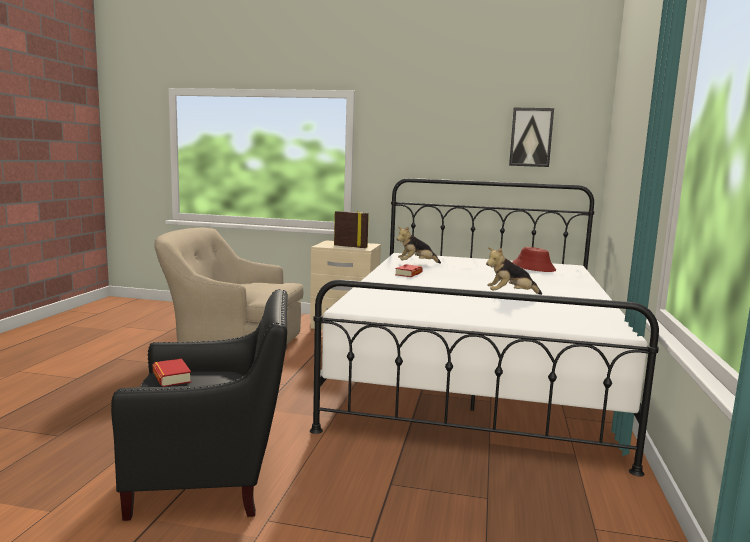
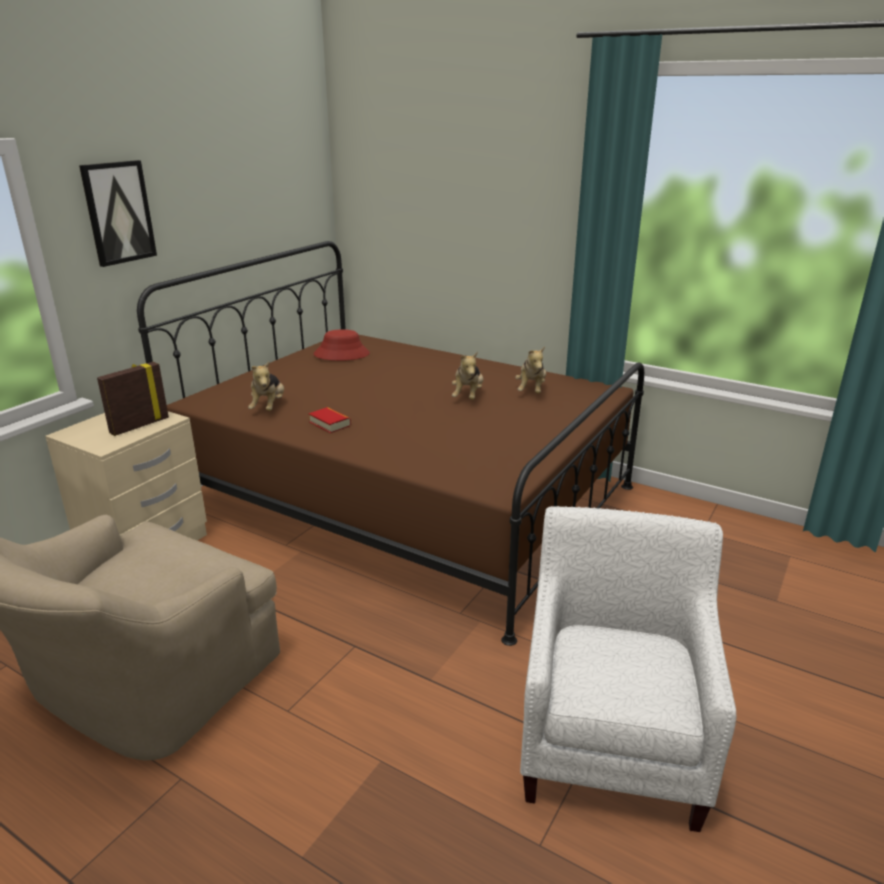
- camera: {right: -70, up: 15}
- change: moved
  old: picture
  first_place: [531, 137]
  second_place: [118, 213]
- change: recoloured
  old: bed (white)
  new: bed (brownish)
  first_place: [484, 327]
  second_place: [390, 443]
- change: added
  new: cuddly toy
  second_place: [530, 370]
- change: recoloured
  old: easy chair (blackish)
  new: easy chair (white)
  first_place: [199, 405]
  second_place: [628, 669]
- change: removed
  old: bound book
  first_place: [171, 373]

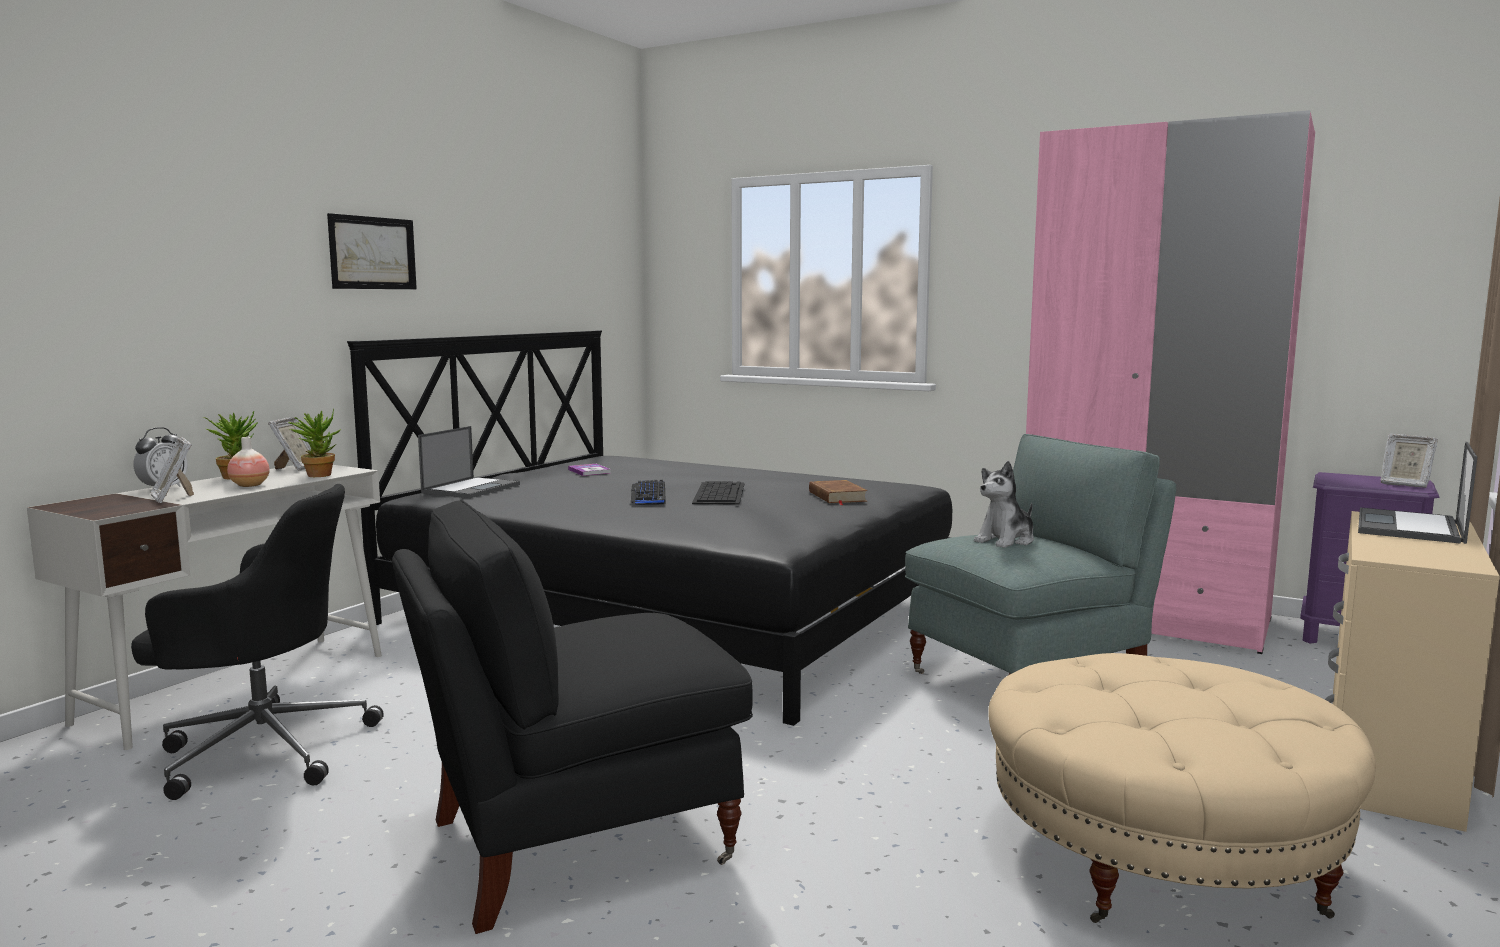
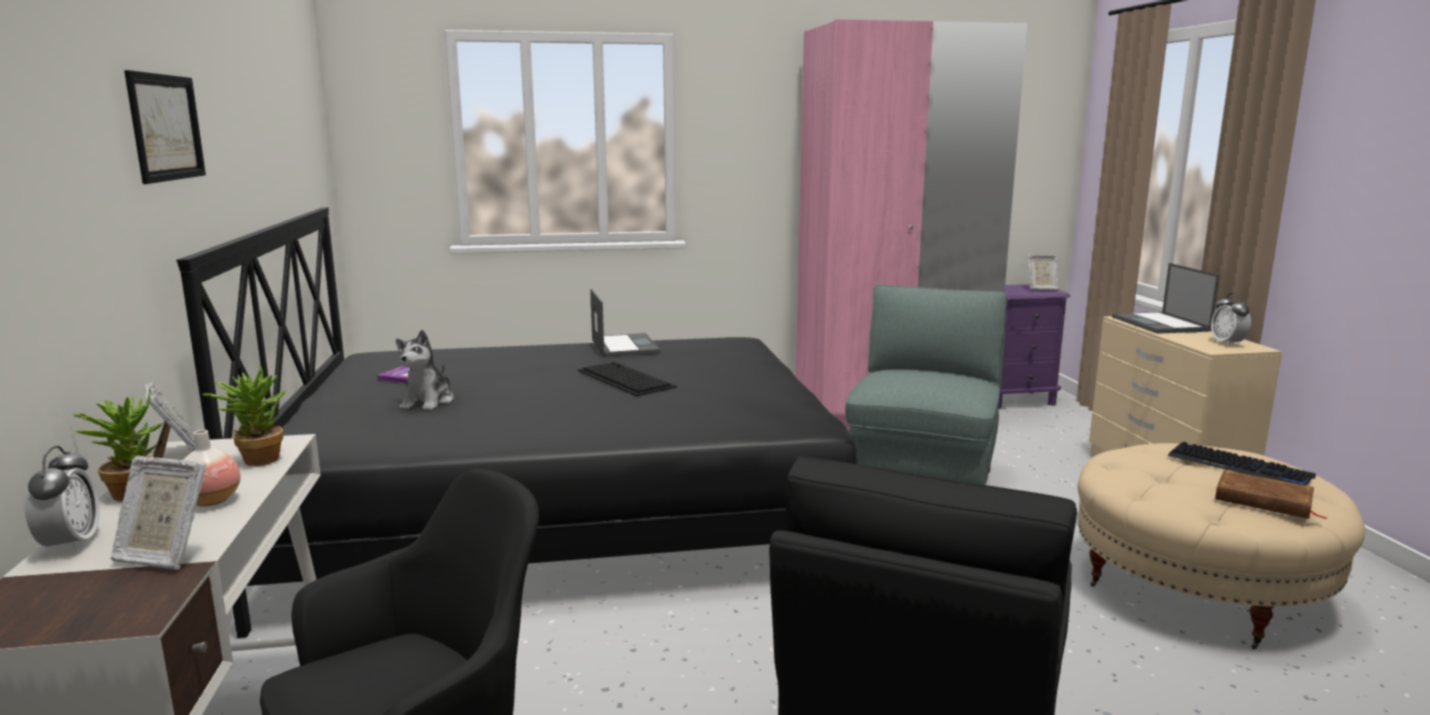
- camera: {right: -40, up: 5}
- change: moved
  old: cuddly toy
  first_place: [1004, 504]
  second_place: [425, 370]
- change: moved
  old: portable computer
  first_place: [469, 462]
  second_place: [625, 323]
- change: moved
  old: computer keyboard
  first_place: [648, 492]
  second_place: [1242, 464]
- change: added
  new: table clock
  second_place: [1231, 319]
- change: moved
  old: bound book (brownish)
  first_place: [838, 492]
  second_place: [1270, 494]

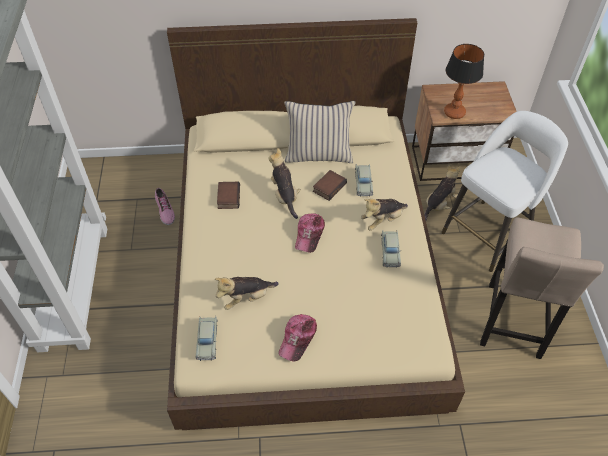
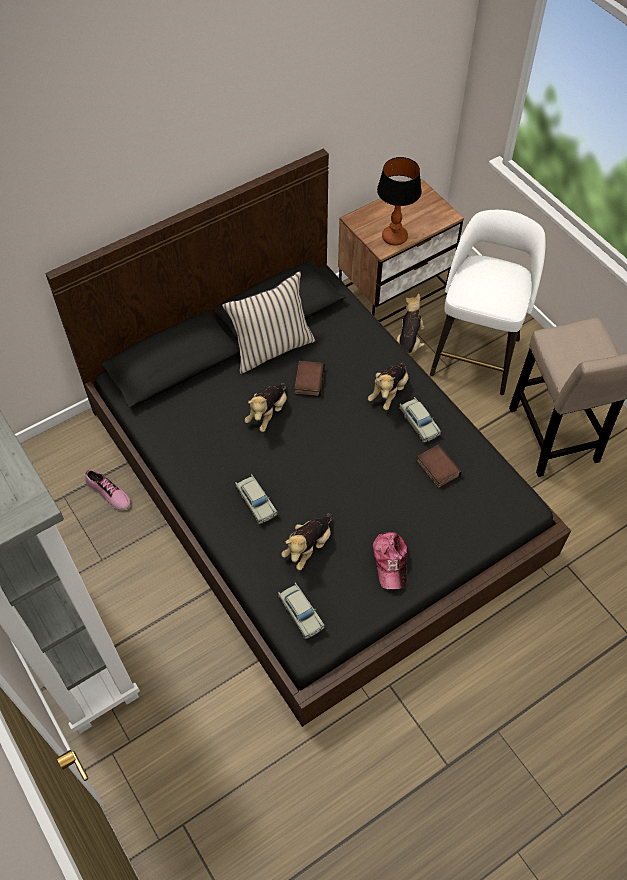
- camera: {right: -30, up: 5}
- change: recoloured
  old: bed (beige-coloured)
  new: bed (blackish)
  first_place: [316, 224]
  second_place: [308, 437]
- change: moved
  old: miniature car (beige-coloured)
  first_place: [364, 180]
  second_place: [256, 499]
- change: turned
  old: cuddly toy
  first_place: [284, 183]
  second_place: [266, 407]
  degrees: -105
- change: moved
  old: bound book
  first_place: [228, 195]
  second_place: [439, 466]
- change: removed
  old: baseball cap
  first_place: [310, 233]

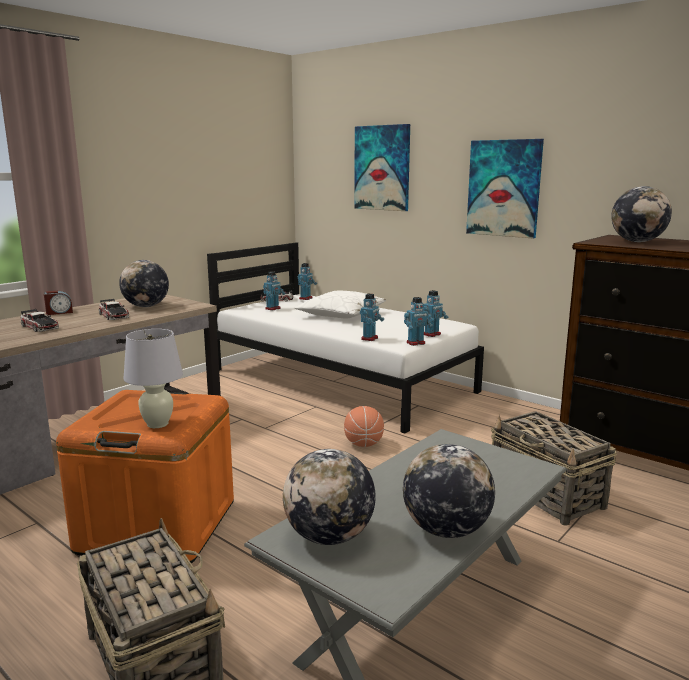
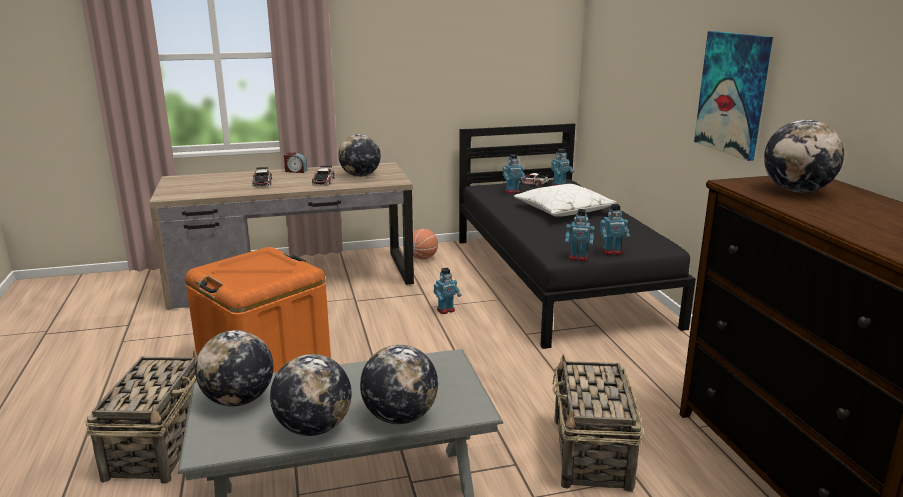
- camera: {right: 35, up: 5}
- change: added
  new: world globe
  second_place: [399, 384]
- change: moved
  old: basketball ball
  first_place: [364, 426]
  second_place: [425, 244]
- change: moved
  old: robot figure
  first_place: [372, 317]
  second_place: [447, 291]
- change: recoloured
  old: bed (white)
  new: bed (blackish)
  first_place: [345, 338]
  second_place: [577, 236]
- change: removed
  old: table lamp (white)
  first_place: [153, 378]
- change: removed
  old: picture
  first_place: [382, 167]

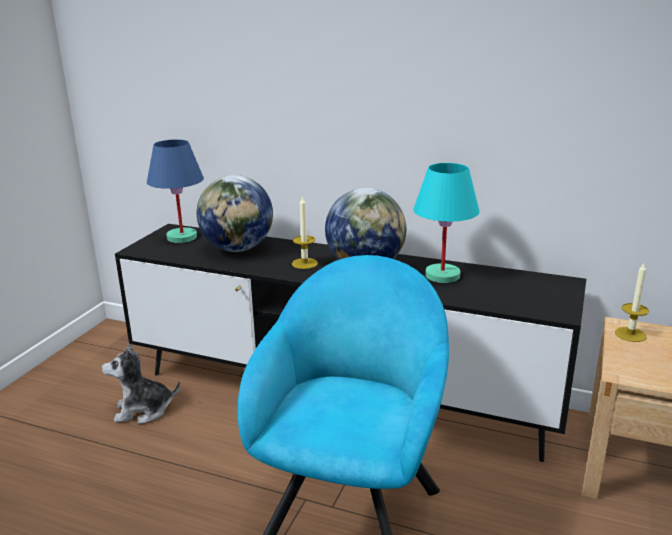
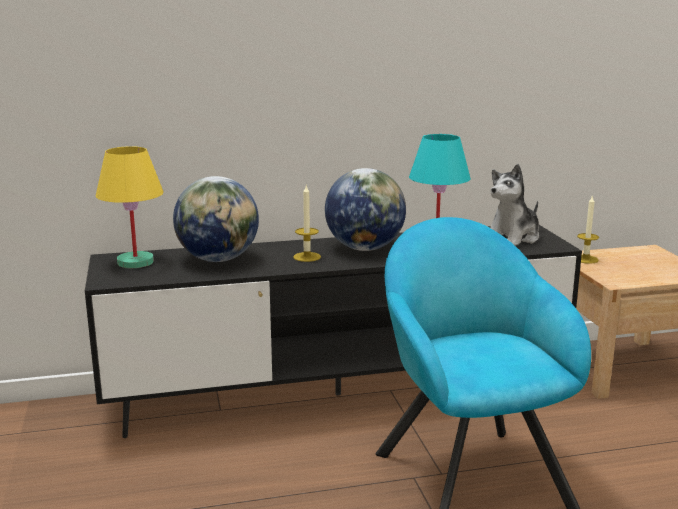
- camera: {right: -35, up: -5}
- change: recoloured
  old: table lamp (bluish)
  new: table lamp (yellow)
  first_place: [175, 191]
  second_place: [129, 207]
- change: moved
  old: cuddly toy
  first_place: [141, 383]
  second_place: [514, 205]

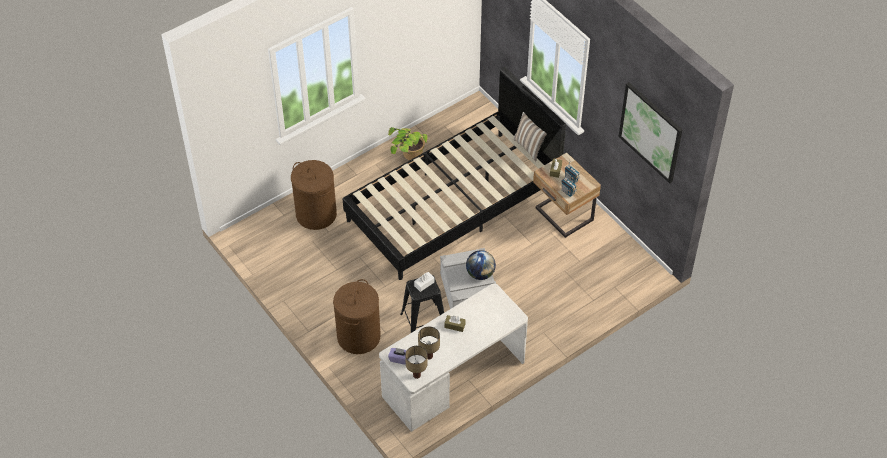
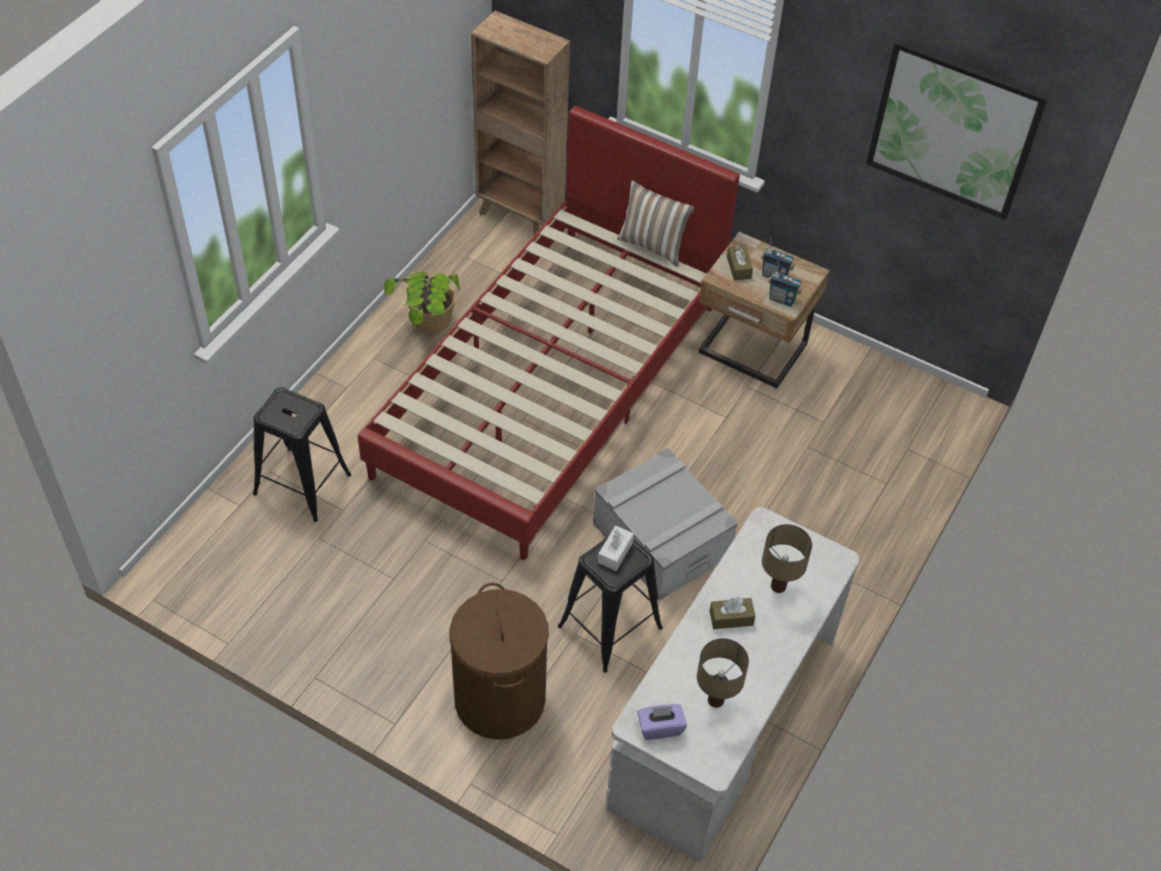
- camera: {right: -25, up: 0}
- change: replaced
  old: laundry basket (brownish)
  new: stool seat (blackish)
  first_place: [314, 195]
  second_place: [302, 454]
- change: recoloured
  old: bed (blackish)
  new: bed (red)
  first_place: [454, 173]
  second_place: [549, 333]
- change: added
  new: shelving unit (brownish)
  second_place: [520, 123]
- change: moved
  old: table lamp
  first_place: [416, 362]
  second_place: [787, 558]
- change: removed
  old: world globe
  first_place: [481, 265]

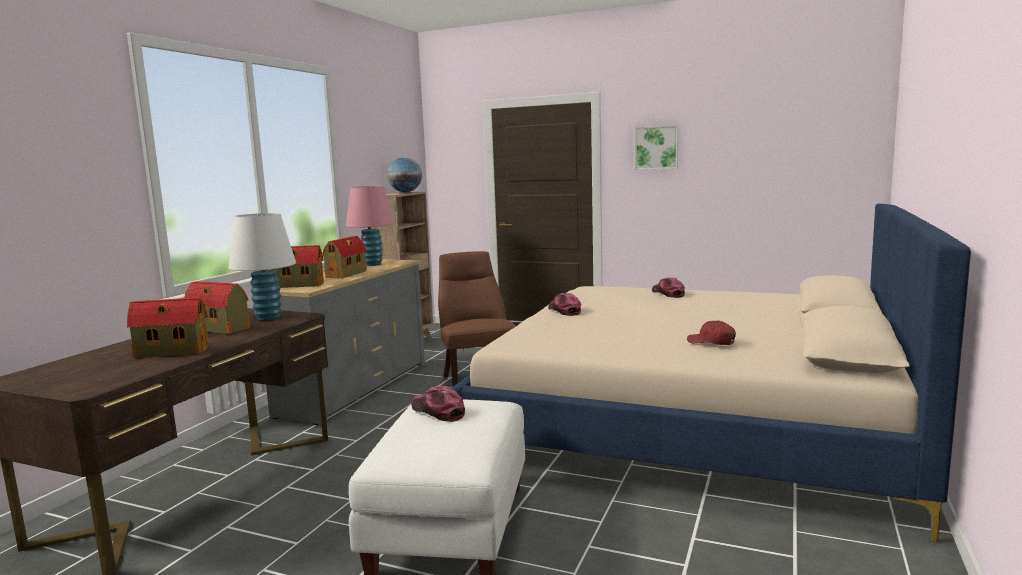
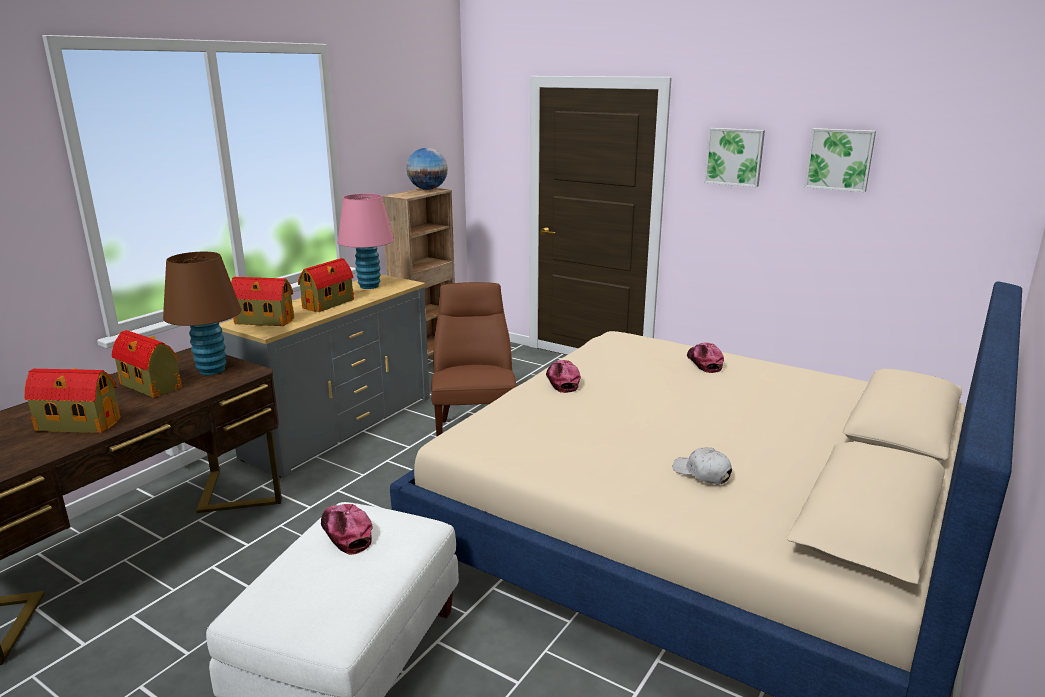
- camera: {right: 10, up: 10}
- change: recoloured
  old: table lamp (white)
  new: table lamp (brownish)
  first_place: [262, 266]
  second_place: [202, 313]
- change: recoloured
  old: baseball cap (red)
  new: baseball cap (white)
  first_place: [711, 332]
  second_place: [702, 466]
- change: added
  new: picture
  second_place: [840, 160]

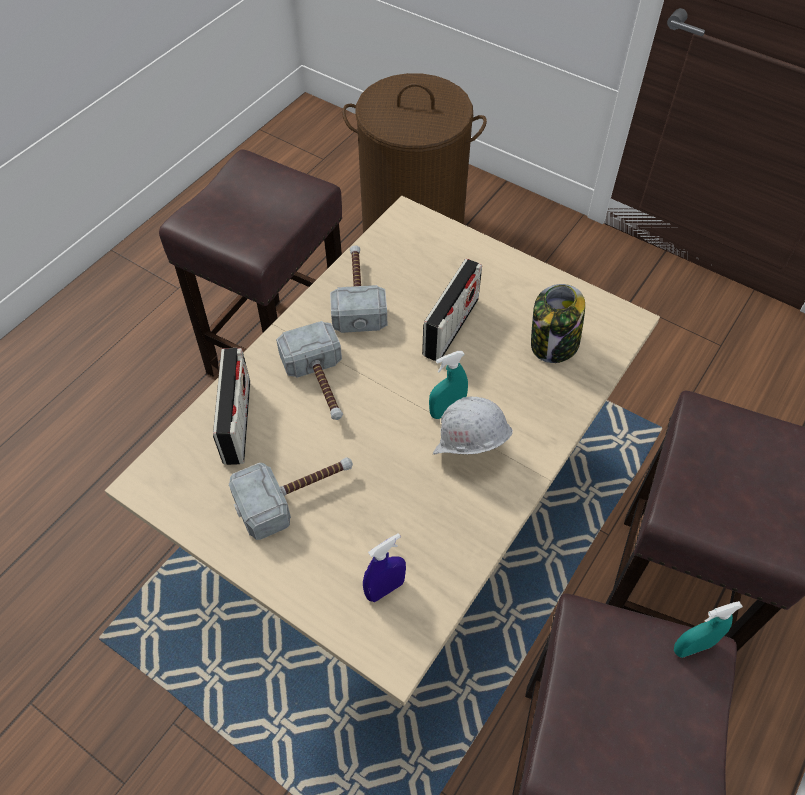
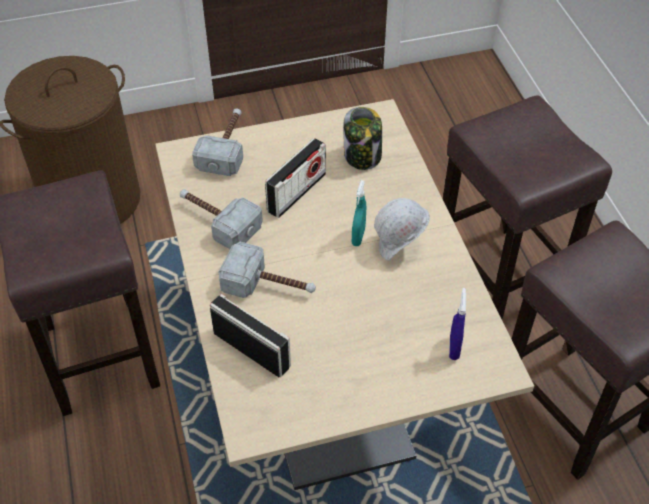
- camera: {right: -50, up: -5}
- change: moved
  old: hand hammer
  first_place: [291, 498]
  second_place: [217, 142]
- change: turned
  old: radio
  first_place: [452, 310]
  second_place: [295, 178]
  degrees: 60
- change: removed
  old: sprayer (blue-green)
  first_place: [708, 629]

